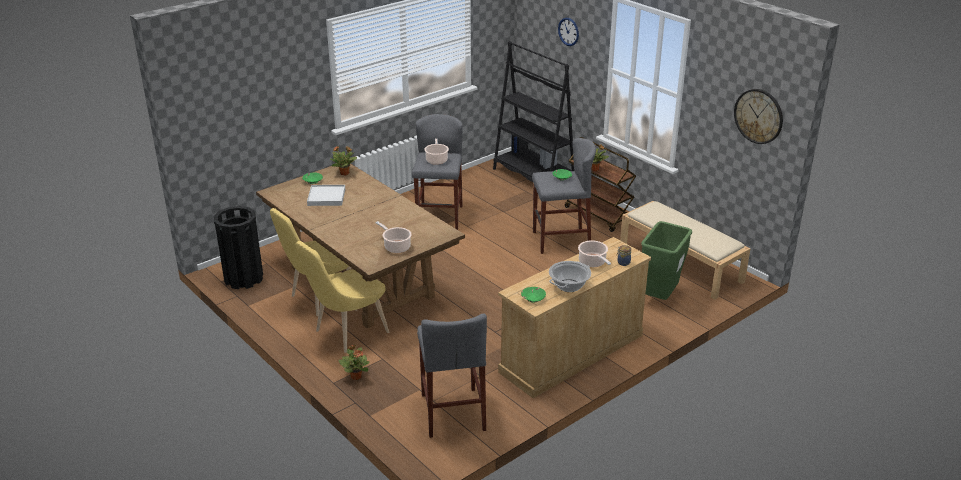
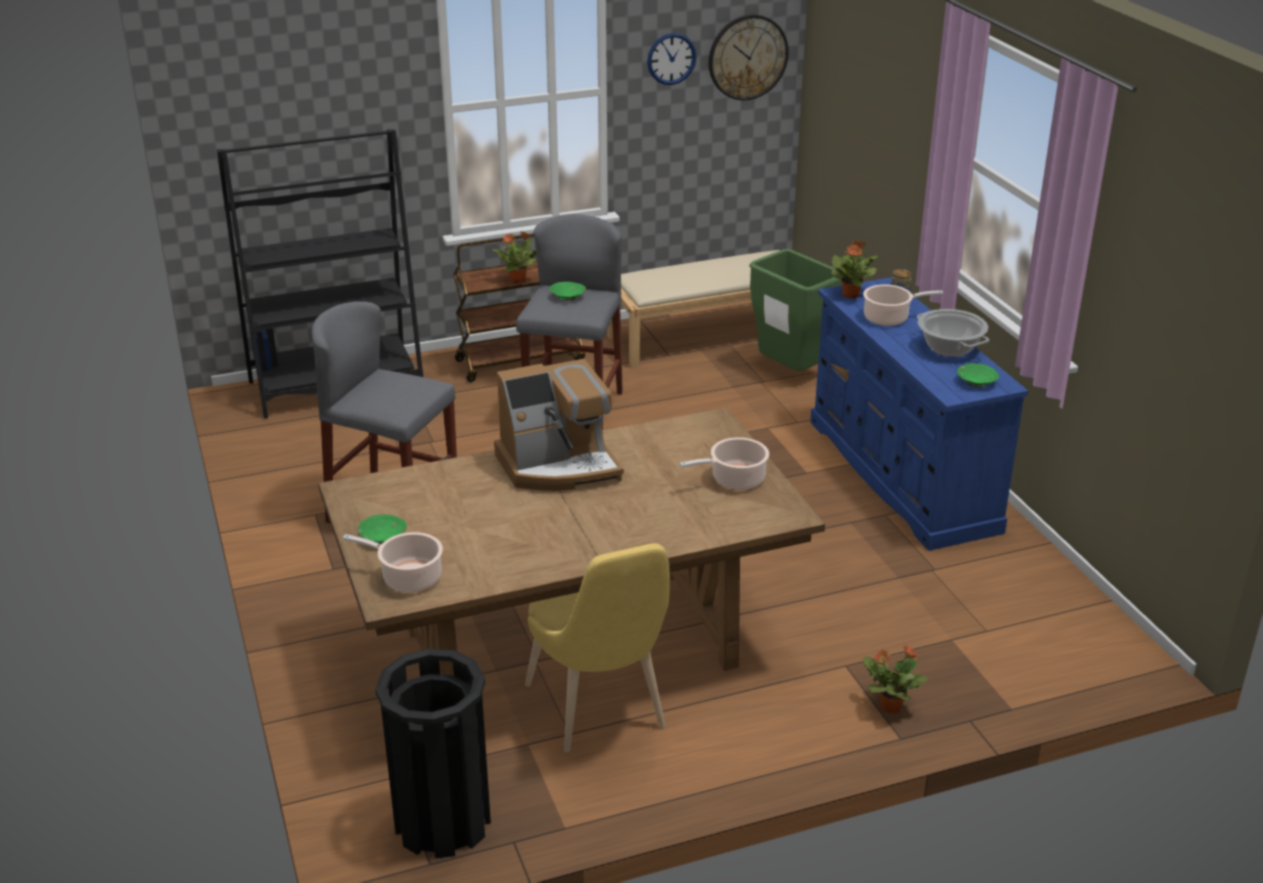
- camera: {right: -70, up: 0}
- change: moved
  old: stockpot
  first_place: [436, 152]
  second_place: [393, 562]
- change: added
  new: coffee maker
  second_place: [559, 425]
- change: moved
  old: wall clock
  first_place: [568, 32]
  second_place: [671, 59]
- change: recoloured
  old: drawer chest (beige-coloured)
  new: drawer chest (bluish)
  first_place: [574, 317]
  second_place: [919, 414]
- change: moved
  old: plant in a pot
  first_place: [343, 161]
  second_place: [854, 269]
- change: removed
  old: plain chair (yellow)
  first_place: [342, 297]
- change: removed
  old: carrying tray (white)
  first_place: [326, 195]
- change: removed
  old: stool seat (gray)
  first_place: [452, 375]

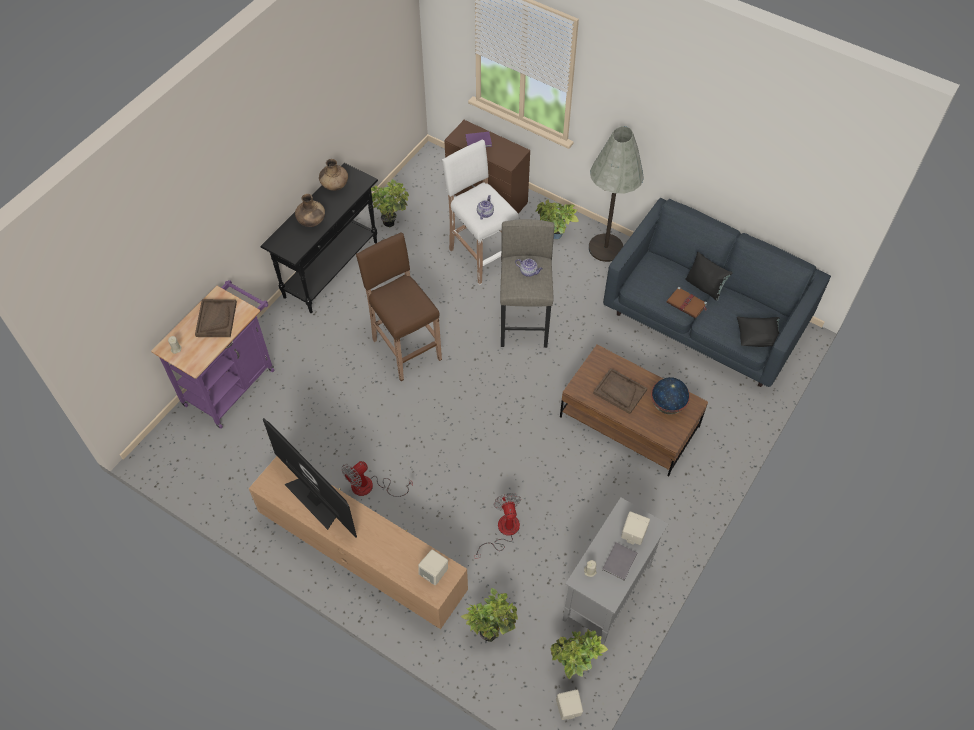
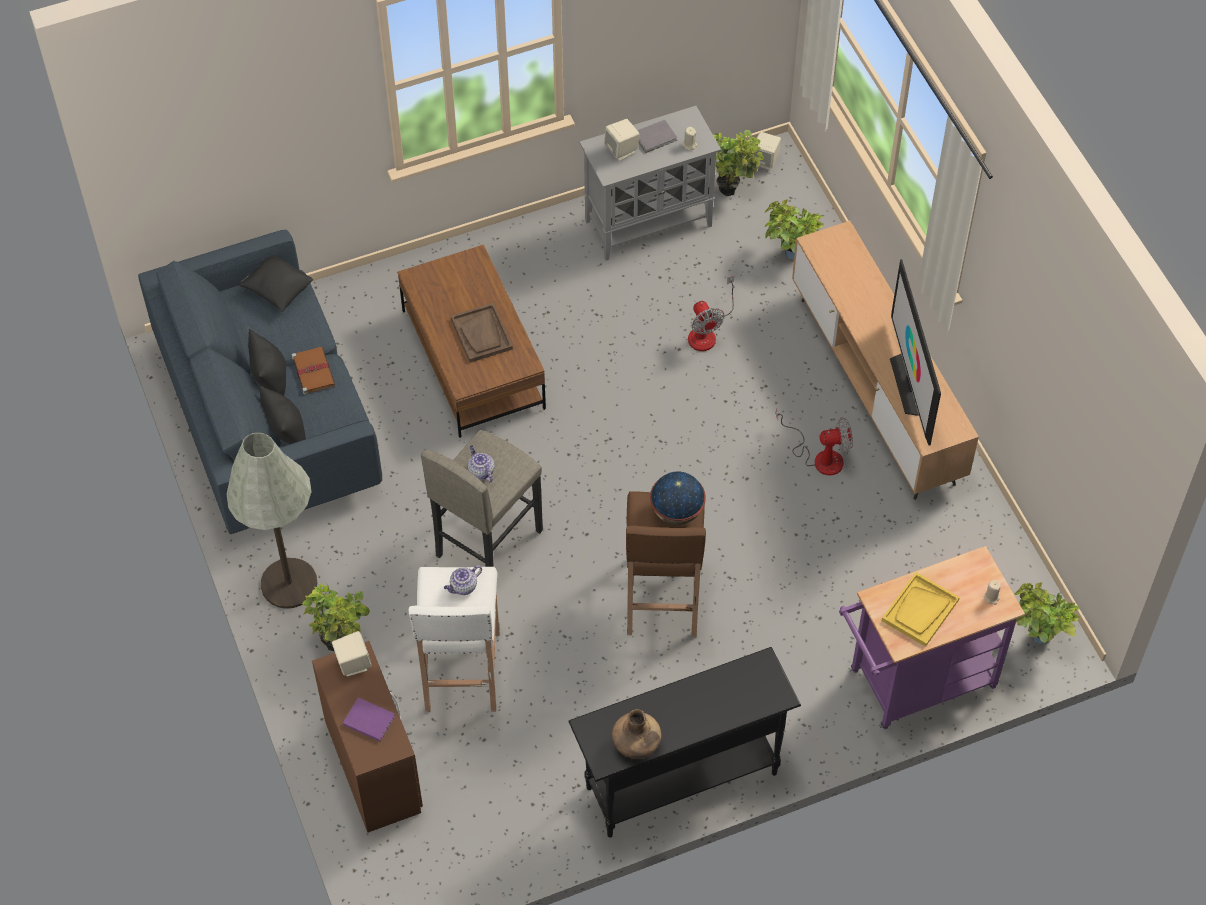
- camera: {right: -145, up: 0}
- change: added
  new: throw pillow (blackish)
  second_place: [282, 415]
- change: moved
  old: speaker (beige-coloured)
  first_place: [433, 567]
  second_place: [352, 653]
- change: moved
  old: world globe
  first_place: [670, 395]
  second_place: [678, 498]
- change: turned
  old: electric fan
  first_place: [498, 526]
  second_place: [711, 313]
  degrees: -45
- change: recoloured
  old: carrying tray (brownish)
  new: carrying tray (yellow)
  first_place: [216, 318]
  second_place: [921, 609]
- change: moved
  old: plant in a pot
  first_place: [390, 203]
  second_place: [1047, 613]
- change: removed
  old: decorative vase (brownish)
  first_place: [310, 210]

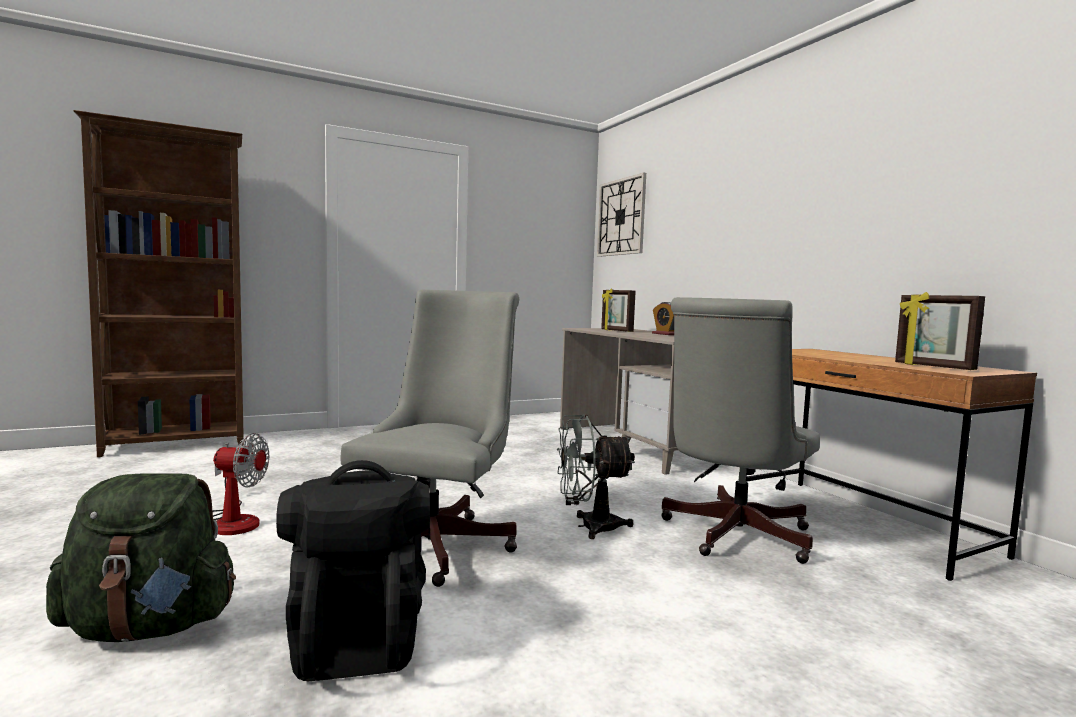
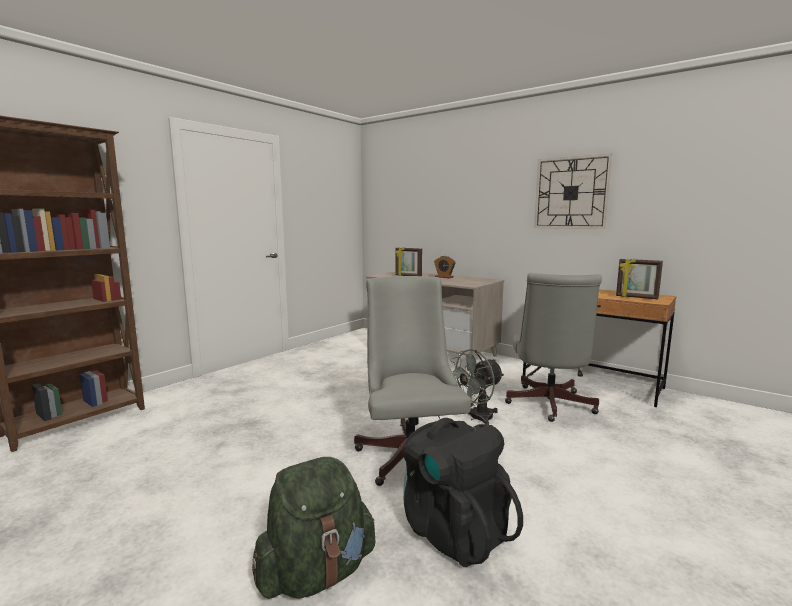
- camera: {right: -25, up: 5}
- change: moved
  old: wall clock
  first_place: [621, 215]
  second_place: [573, 191]
- change: removed
  old: electric fan
  first_place: [240, 484]

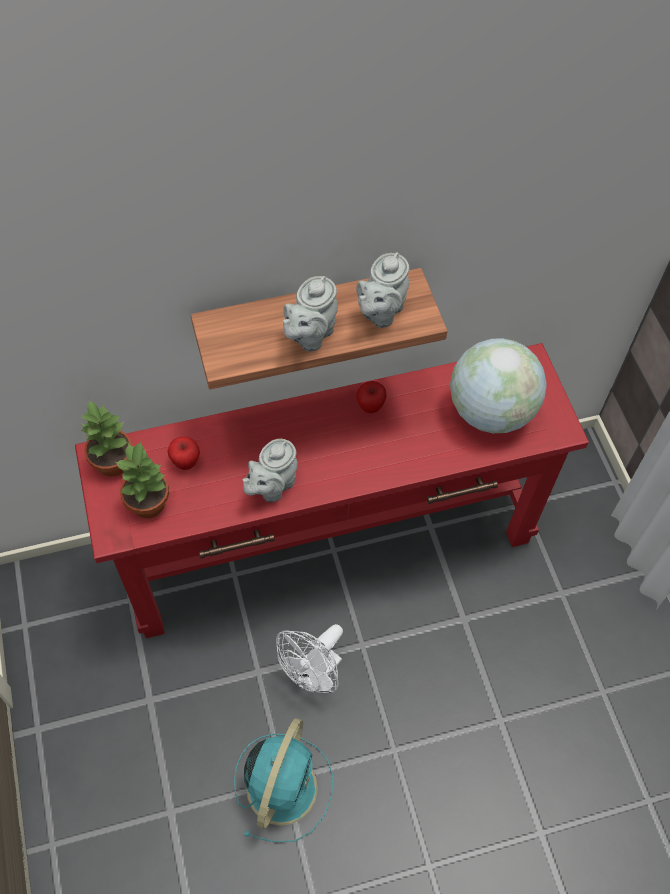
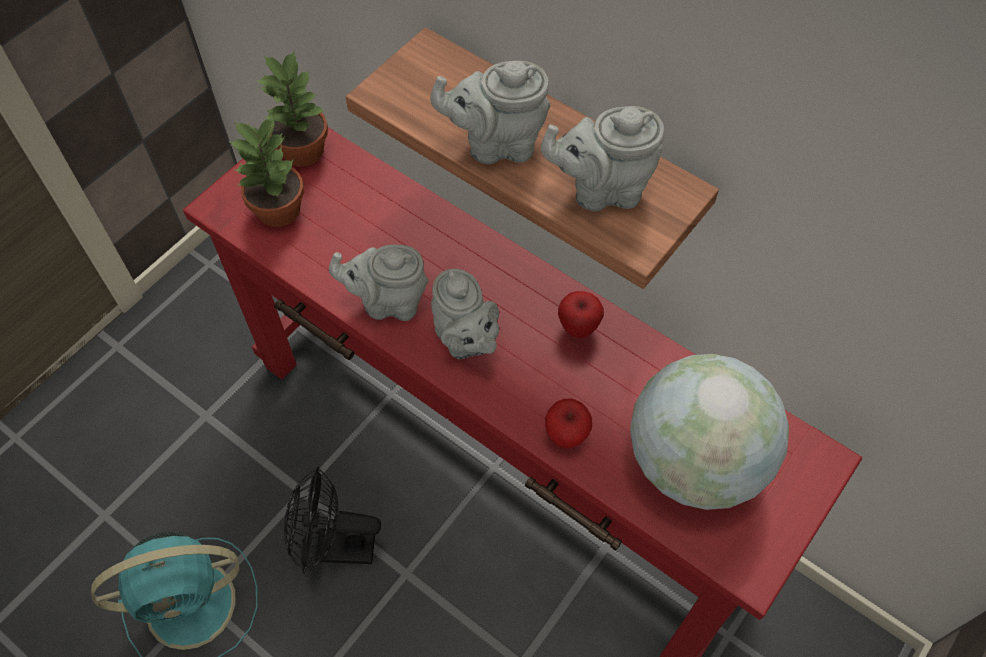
- camera: {right: 55, up: 0}
- change: recoloured
  old: electric fan (white)
  new: electric fan (blackish)
  first_place: [309, 658]
  second_place: [332, 520]
- change: added
  new: teapot (gray)
  second_place: [465, 314]
- change: moved
  old: apple
  first_place: [184, 453]
  second_place: [568, 424]

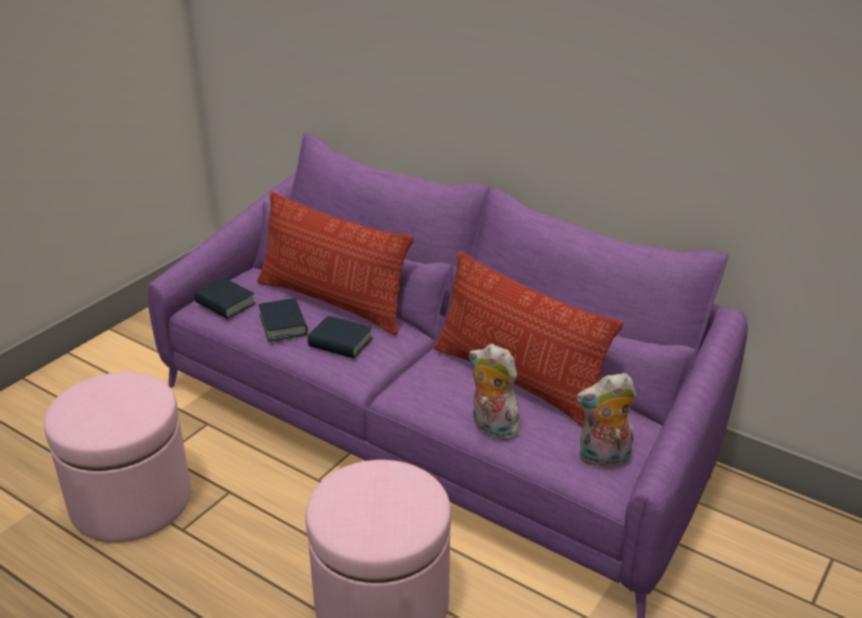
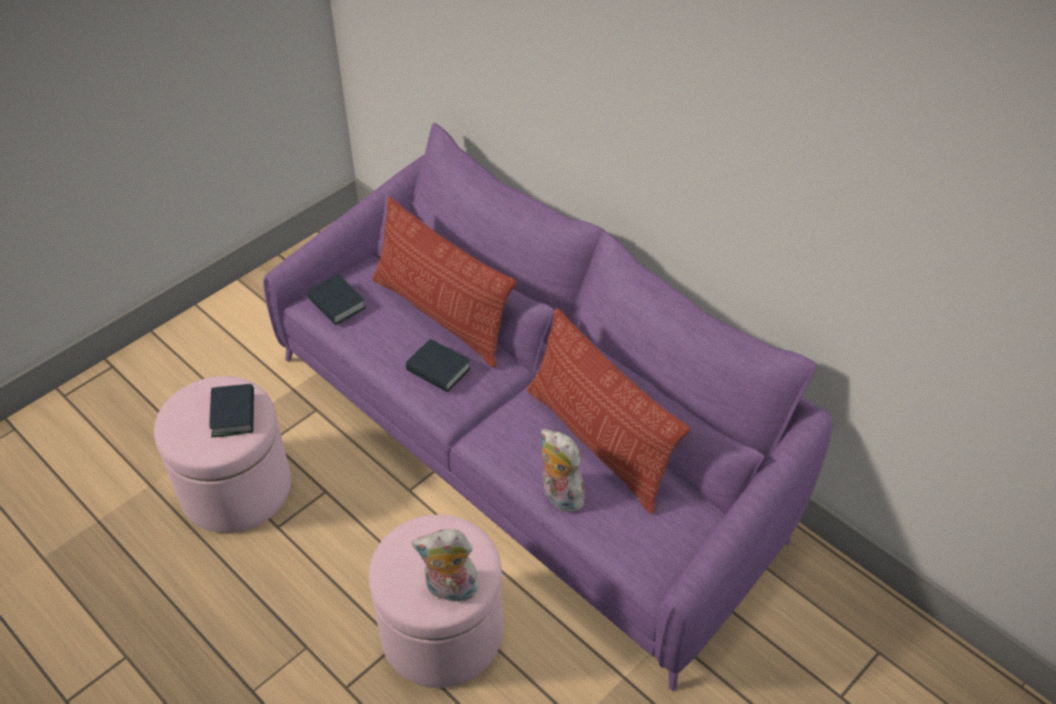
- camera: {right: 10, up: 15}
- change: moved
  old: bound book
  first_place: [283, 320]
  second_place: [231, 410]
- change: moved
  old: cuddly toy
  first_place: [606, 420]
  second_place: [445, 567]

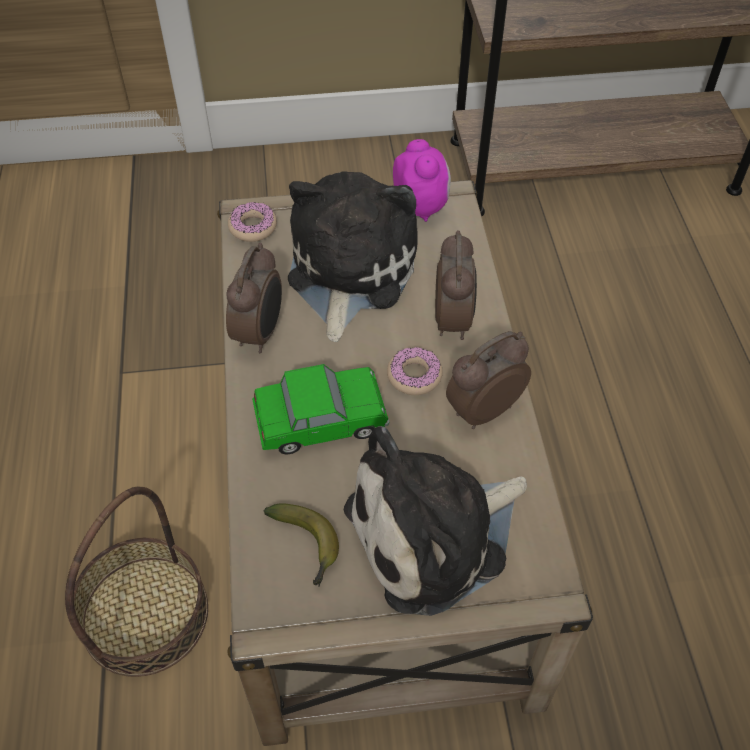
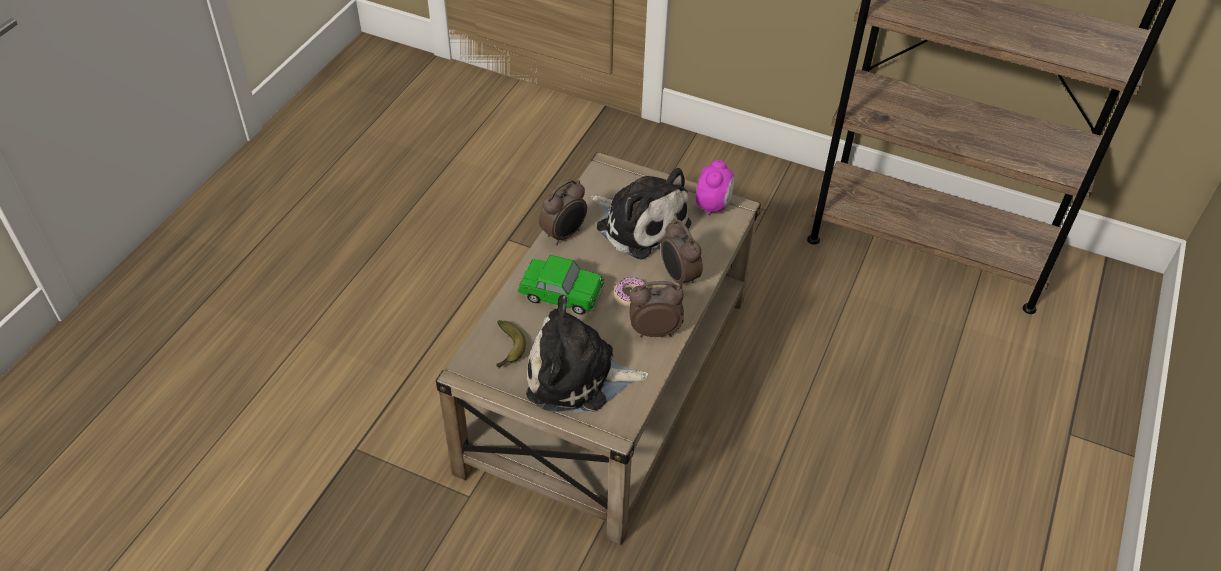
- camera: {right: 30, up: -5}
- change: turned
  old: cuddly toy
  first_place: [353, 257]
  second_place: [641, 214]
  degrees: 90
- change: turned
  old: table clock
  first_place: [456, 285]
  second_place: [682, 254]
  degrees: 120
- change: removed
  old: storage basket
  first_place: [136, 582]
- change: removed
  old: donut
  first_place: [252, 222]

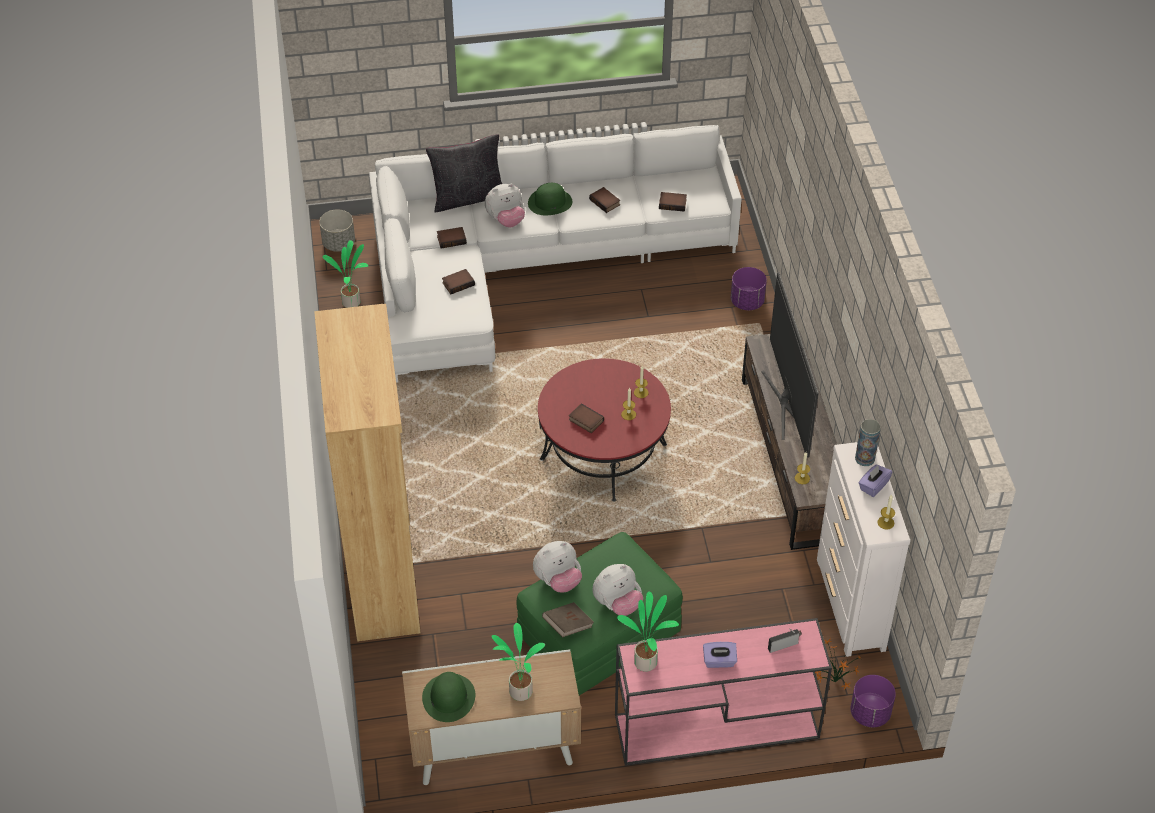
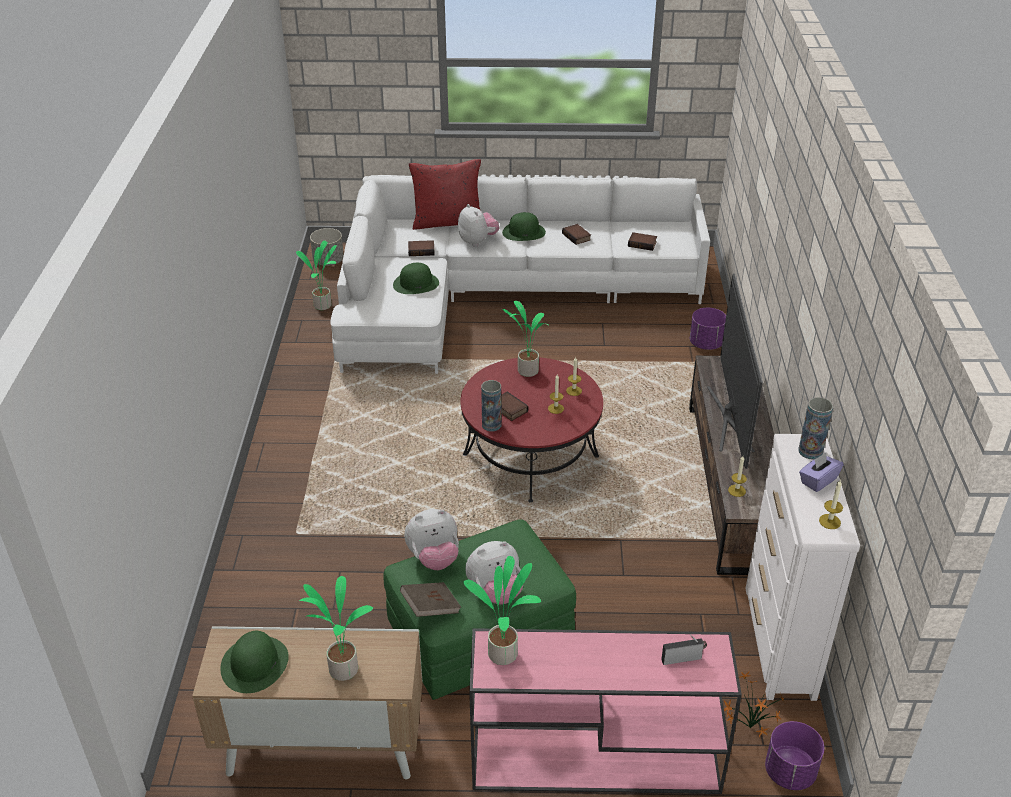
- camera: {right: 10, up: -10}
- change: replaced
  old: bound book
  new: wearable hat (green-coloured)
  first_place: [458, 281]
  second_place: [416, 278]
- change: recoloured
  old: throw pillow (blackish)
  new: throw pillow (red)
  first_place: [464, 173]
  second_place: [445, 194]
- change: turned
  old: cuddly toy
  first_place: [505, 205]
  second_place: [478, 225]
  degrees: -105
- change: added
  new: decorative vase
  second_place: [491, 406]
- change: added
  new: plant in a pot
  second_place: [525, 339]
- change: removed
  old: shelving unit (brownish)
  first_place: [367, 473]
- change: removed
  old: tissue box (purplish)
  first_place: [720, 655]

